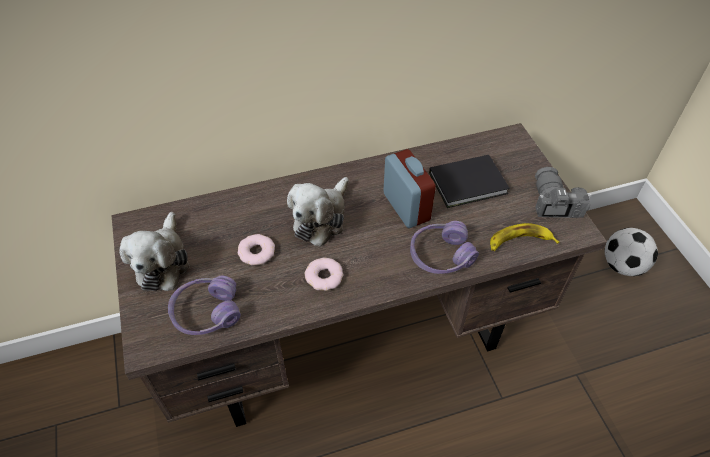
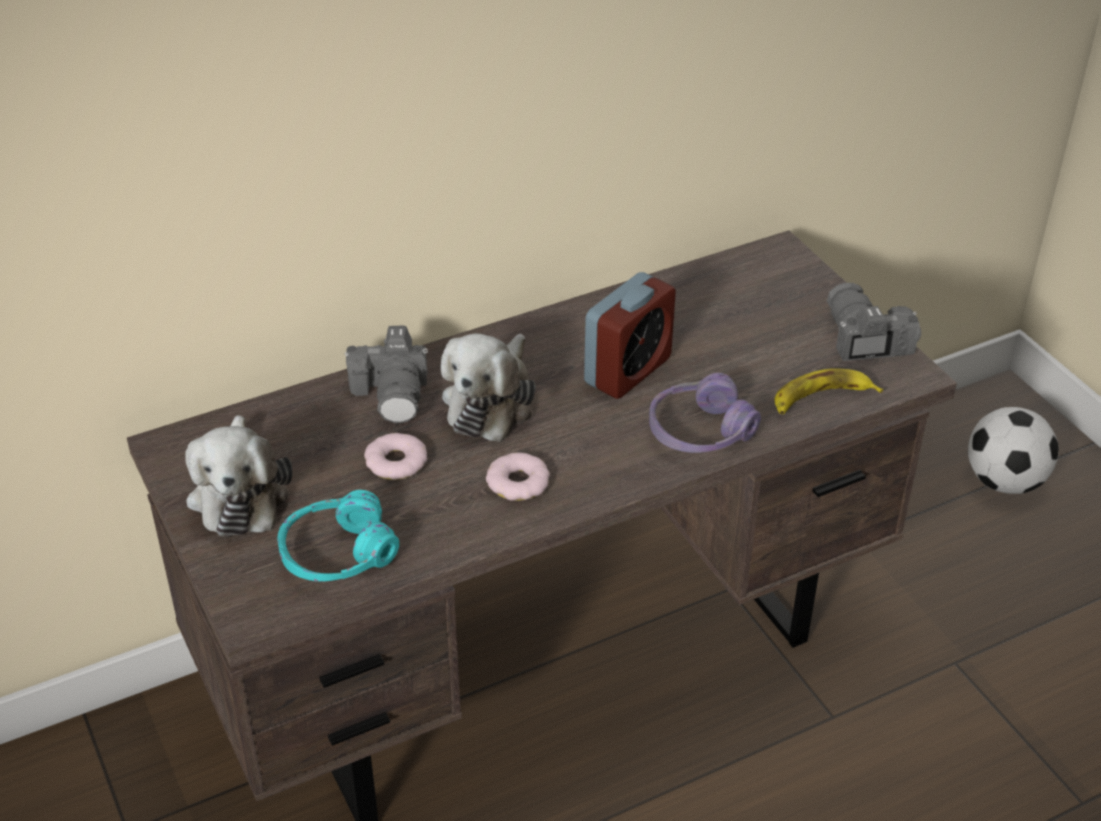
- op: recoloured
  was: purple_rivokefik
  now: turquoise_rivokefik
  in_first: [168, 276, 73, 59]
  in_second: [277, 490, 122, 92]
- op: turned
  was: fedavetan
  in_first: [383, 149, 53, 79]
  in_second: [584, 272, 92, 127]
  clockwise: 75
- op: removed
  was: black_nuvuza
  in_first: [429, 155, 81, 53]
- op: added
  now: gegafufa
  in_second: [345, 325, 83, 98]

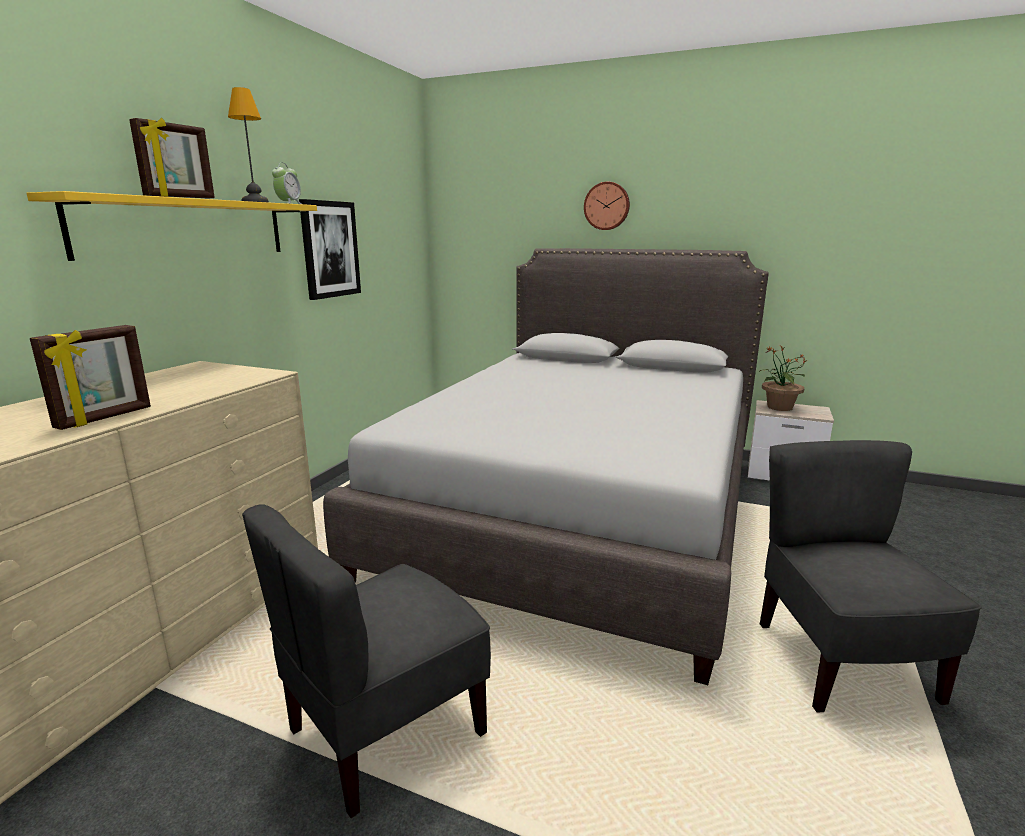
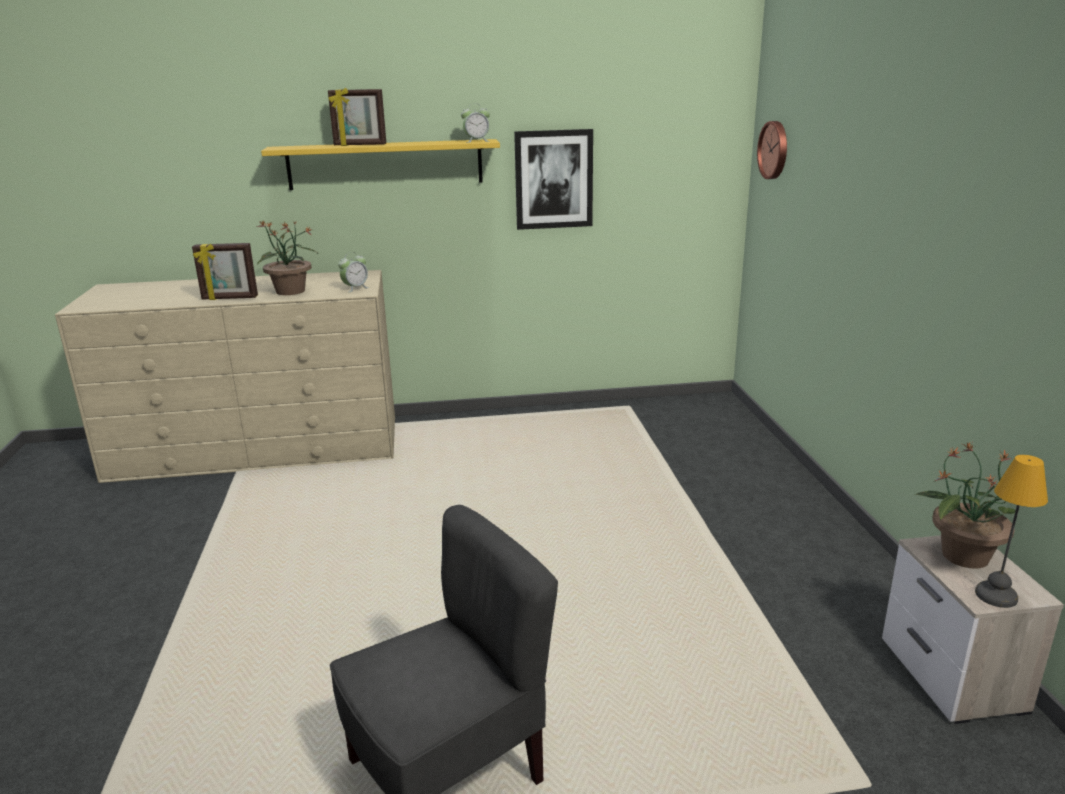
- op: moved
  was: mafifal
  in_first: [228, 87, 41, 115]
  in_second: [975, 455, 73, 153]
- op: removed
  was: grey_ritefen
  in_first: [242, 504, 249, 314]
- op: removed
  was: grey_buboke
  in_first: [323, 248, 446, 437]
- op: moved
  was: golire
  in_first: [584, 182, 46, 48]
  in_second: [757, 121, 30, 58]
- op: added
  now: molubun
  in_second: [256, 221, 61, 74]
- op: added
  now: fedavetan
  in_second: [338, 252, 32, 40]

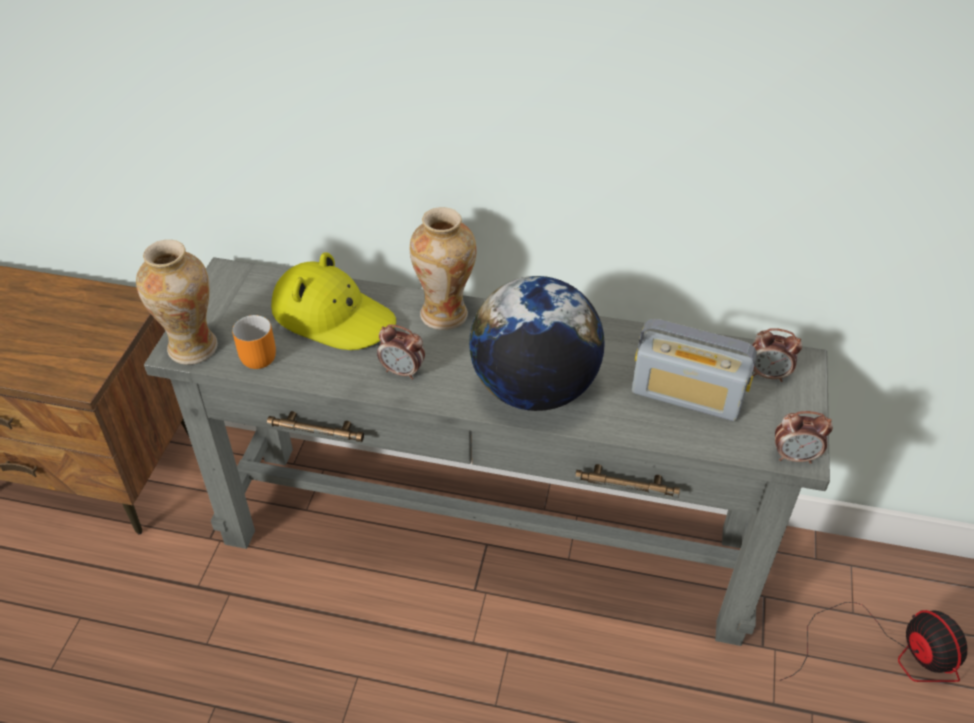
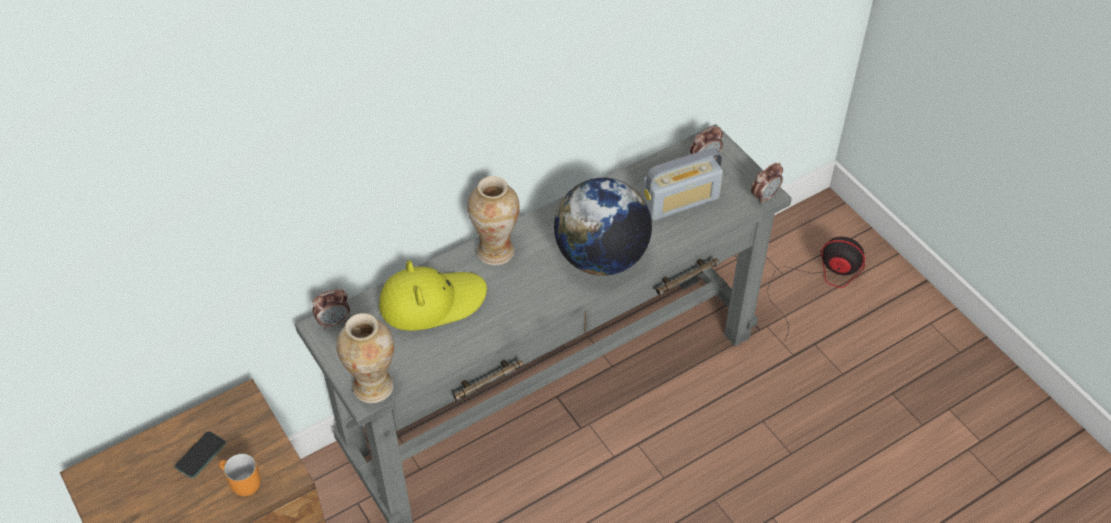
- op: moved
  was: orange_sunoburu
  in_first: [232, 315, 44, 54]
  in_second: [219, 454, 42, 42]
- op: moved
  was: fedavetan
  in_first: [377, 324, 48, 56]
  in_second: [312, 289, 38, 40]
- op: added
  now: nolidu
  in_second: [175, 431, 51, 47]

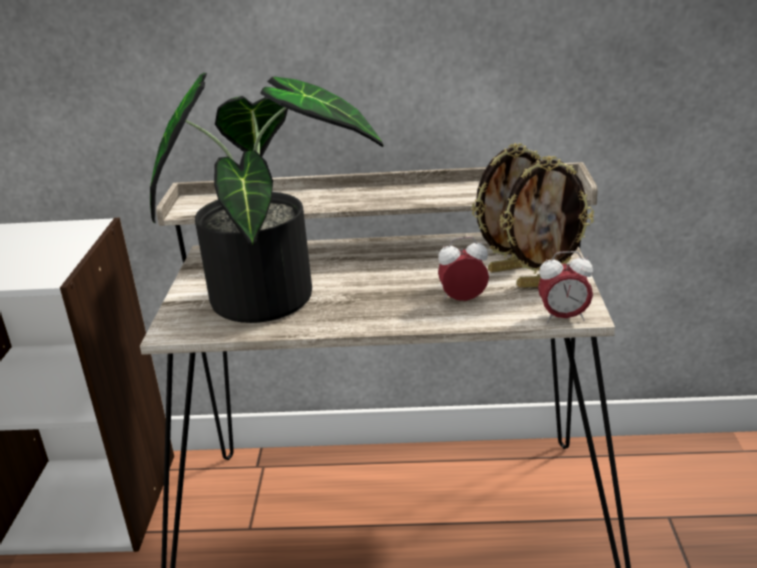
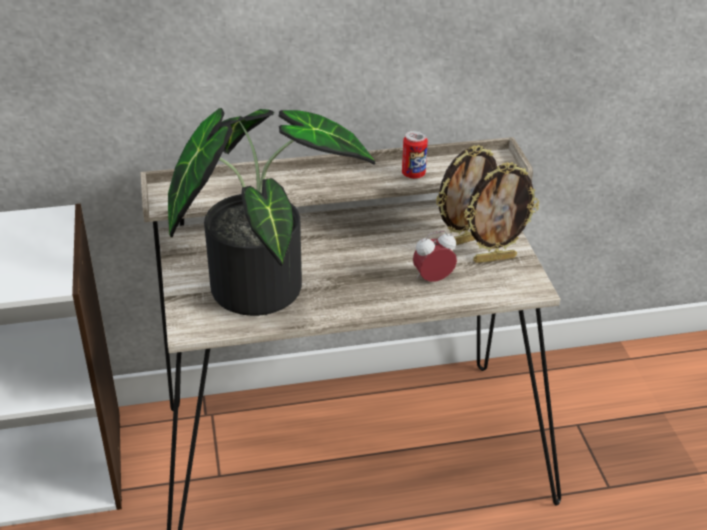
- op: removed
  was: fedavetan
  in_first: [538, 251, 55, 72]
- op: added
  now: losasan
  in_second: [402, 131, 26, 48]

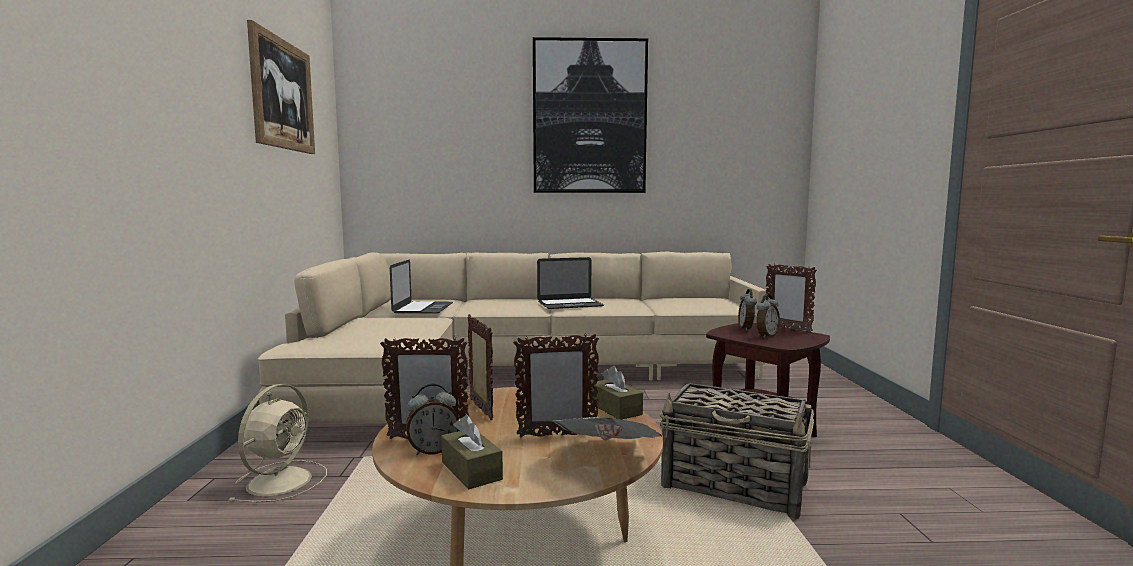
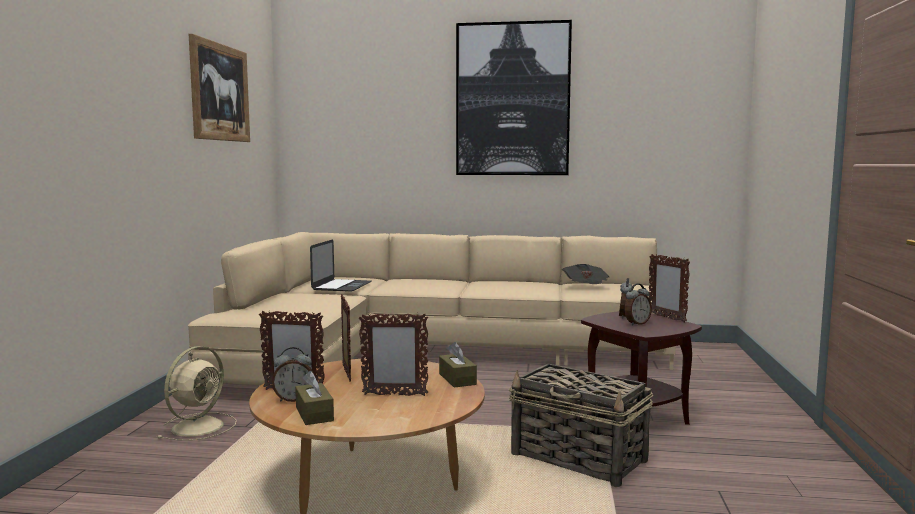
- op: removed
  was: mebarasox
  in_first: [537, 257, 67, 52]
- op: moved
  was: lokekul
  in_first: [552, 417, 110, 23]
  in_second: [562, 264, 47, 20]

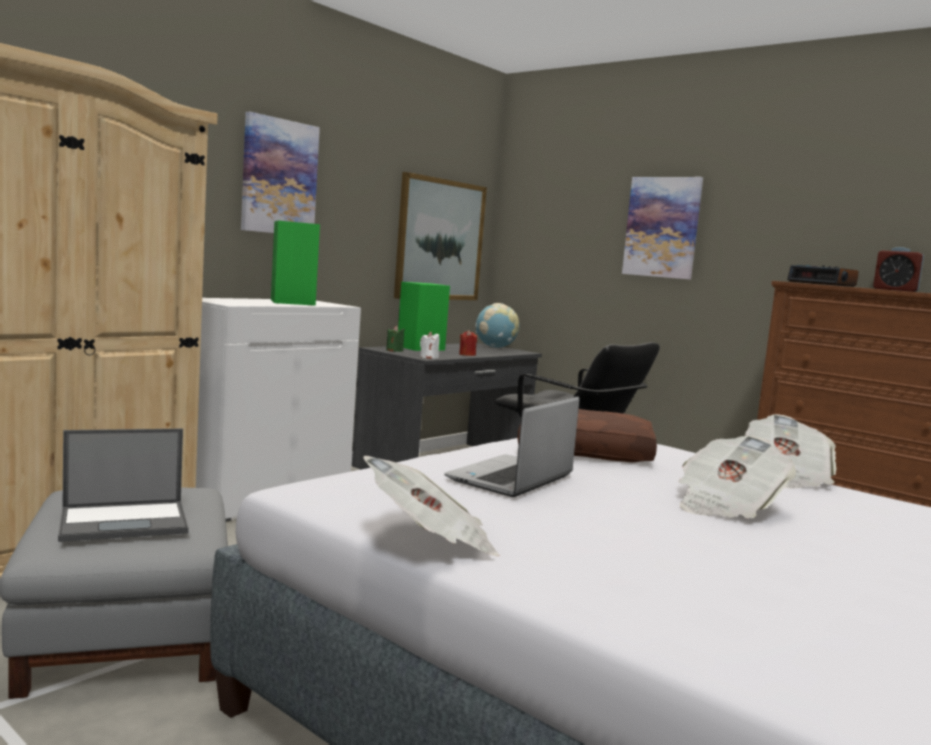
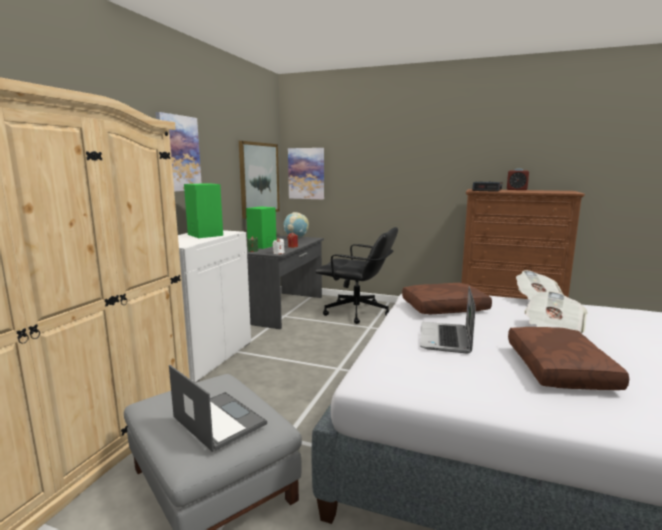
- op: turned
  was: mebarasox
  in_first: [58, 429, 131, 113]
  in_second: [169, 365, 98, 87]
  clockwise: -90
- op: removed
  was: lokekul
  in_first: [364, 456, 136, 100]
- op: moved
  was: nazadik
  in_first: [622, 177, 81, 103]
  in_second: [288, 148, 36, 51]
- op: added
  now: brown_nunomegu
  in_second: [508, 327, 121, 63]

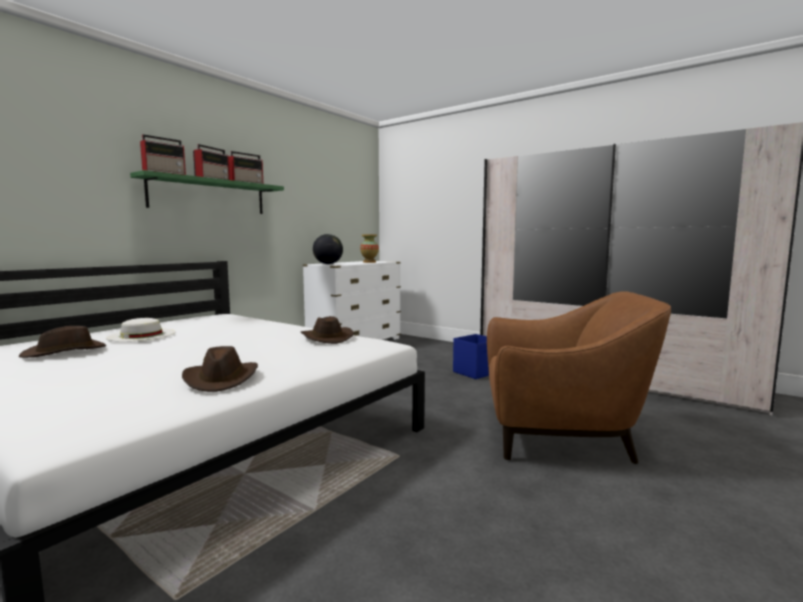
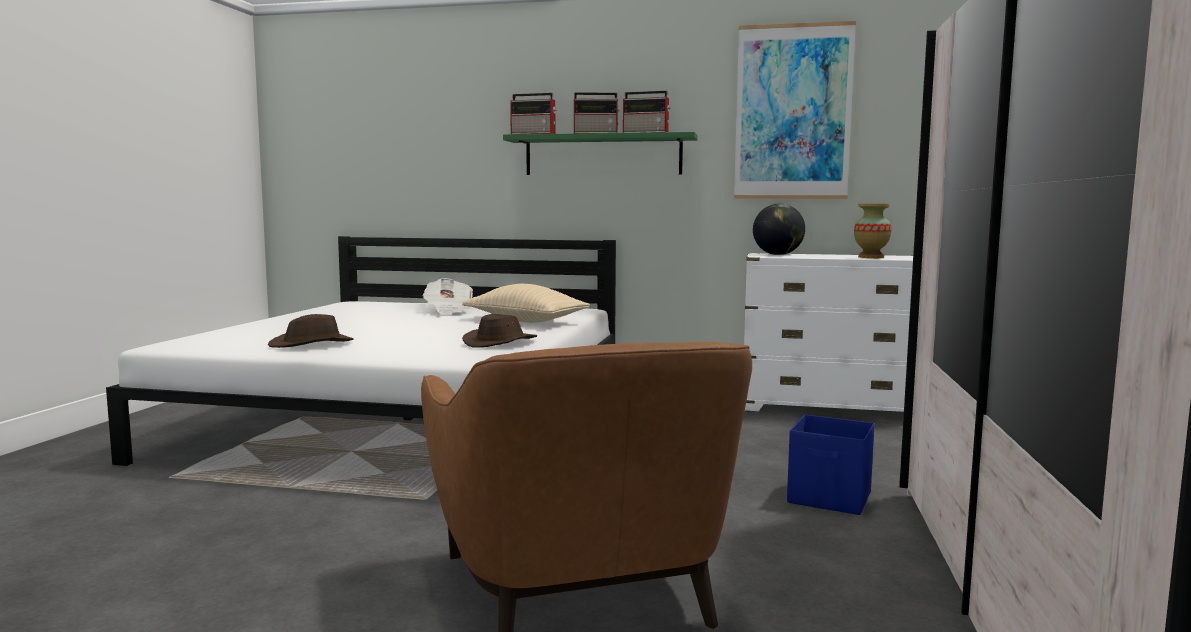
- op: removed
  was: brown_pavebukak
  in_first: [19, 326, 87, 32]
- op: replaced
  was: white_pavebukak
  now: lokekul
  in_first: [106, 318, 70, 24]
  in_second: [423, 278, 50, 36]
- op: added
  now: beige_nunomegu
  in_second: [462, 284, 128, 39]
- op: added
  now: nazadik
  in_second: [734, 21, 122, 178]

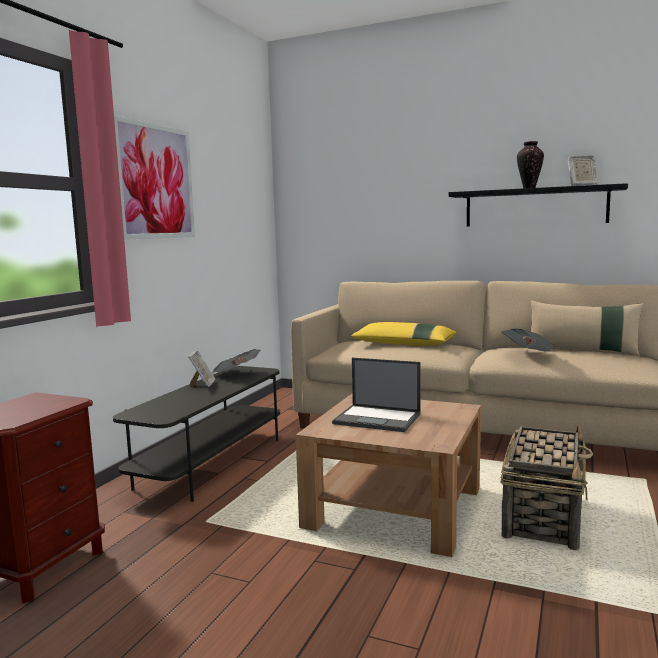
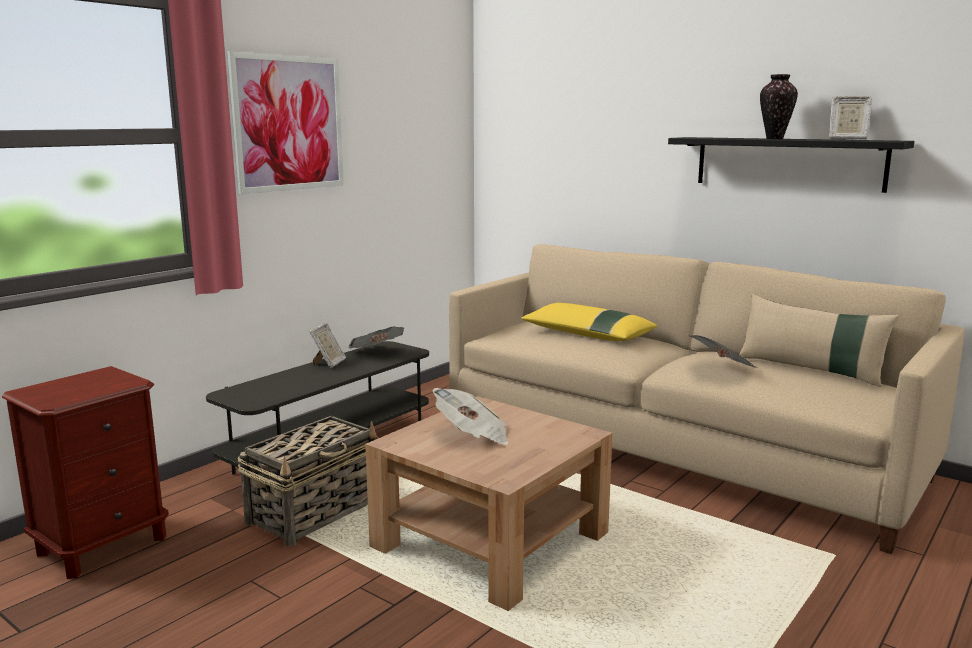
- op: replaced
  was: mebarasox
  now: lokekul
  in_first: [332, 358, 88, 74]
  in_second: [433, 388, 75, 57]
- op: moved
  was: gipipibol
  in_first: [500, 425, 93, 125]
  in_second: [238, 416, 141, 131]

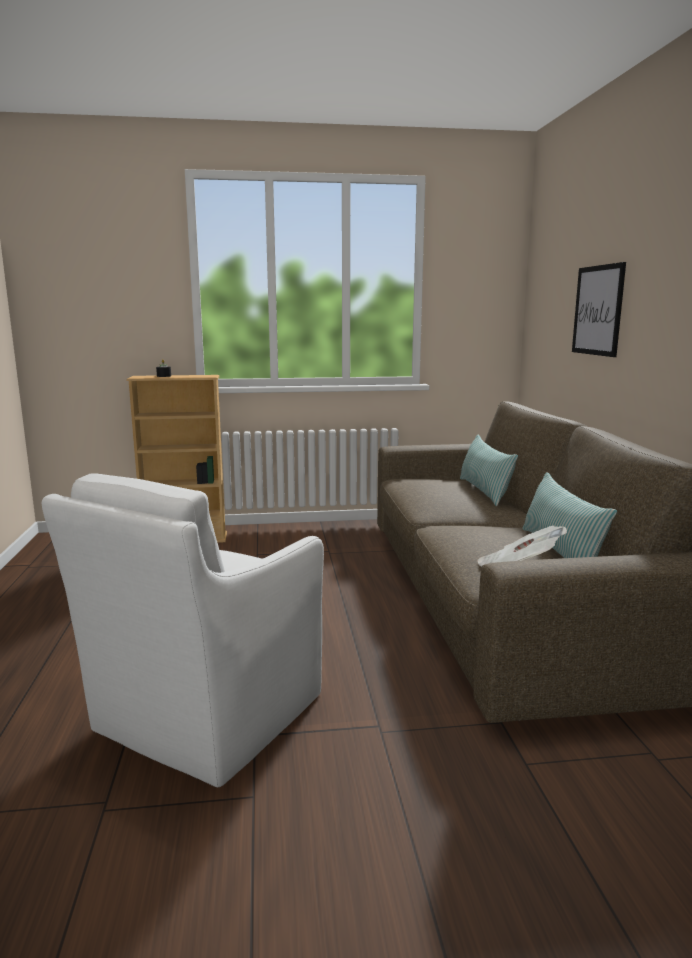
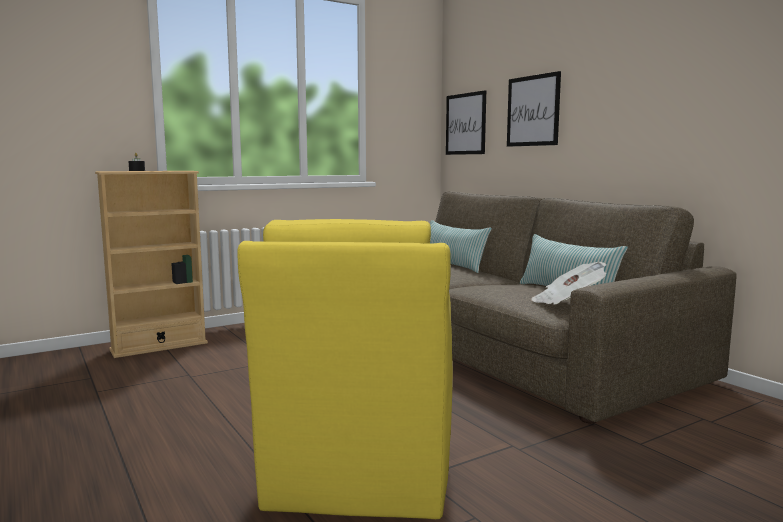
- op: recoloured
  was: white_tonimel
  now: yellow_tonimel
  in_first: [42, 473, 282, 314]
  in_second: [237, 219, 216, 300]
- op: added
  now: nazadik
  in_second: [446, 90, 40, 65]

